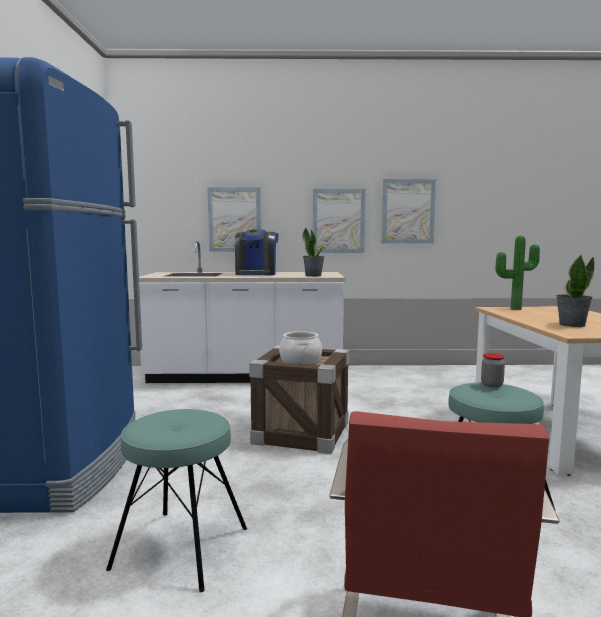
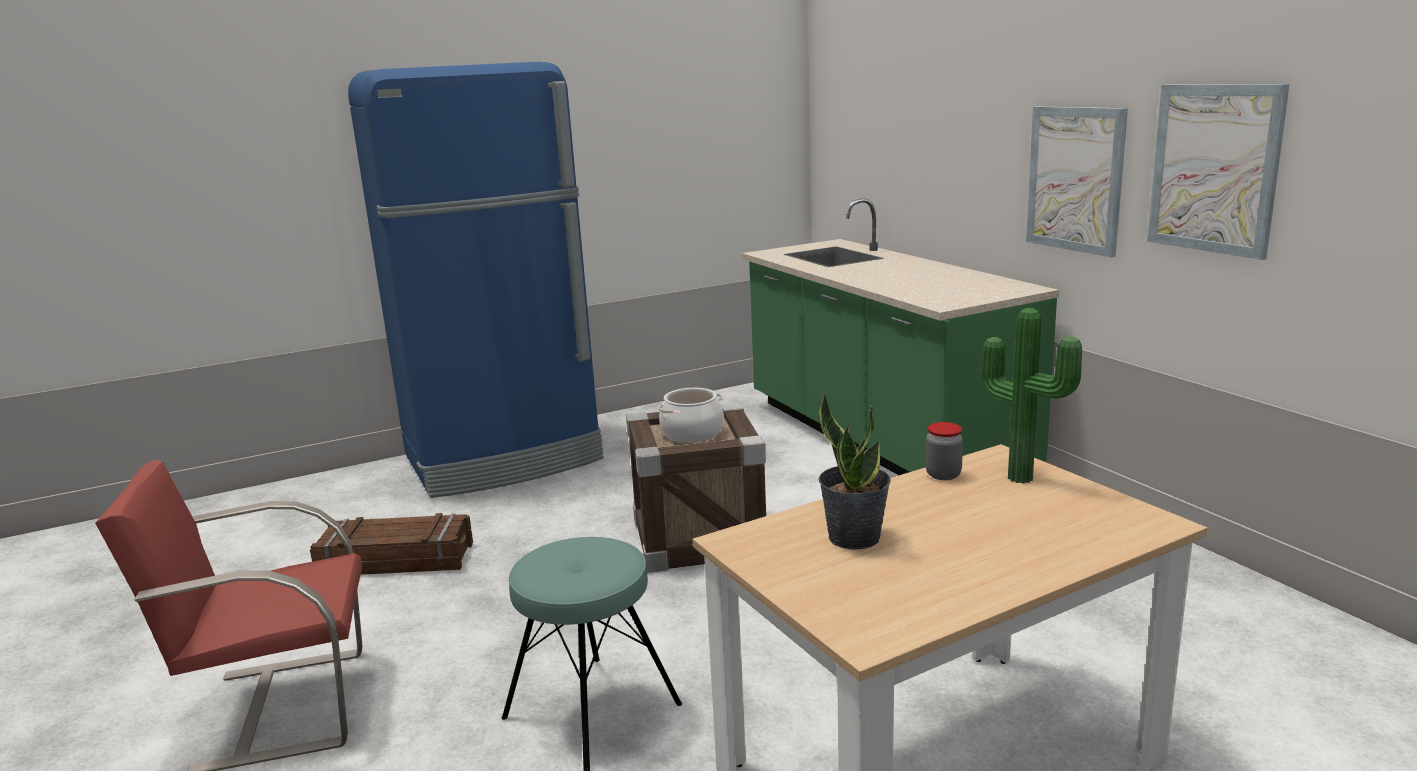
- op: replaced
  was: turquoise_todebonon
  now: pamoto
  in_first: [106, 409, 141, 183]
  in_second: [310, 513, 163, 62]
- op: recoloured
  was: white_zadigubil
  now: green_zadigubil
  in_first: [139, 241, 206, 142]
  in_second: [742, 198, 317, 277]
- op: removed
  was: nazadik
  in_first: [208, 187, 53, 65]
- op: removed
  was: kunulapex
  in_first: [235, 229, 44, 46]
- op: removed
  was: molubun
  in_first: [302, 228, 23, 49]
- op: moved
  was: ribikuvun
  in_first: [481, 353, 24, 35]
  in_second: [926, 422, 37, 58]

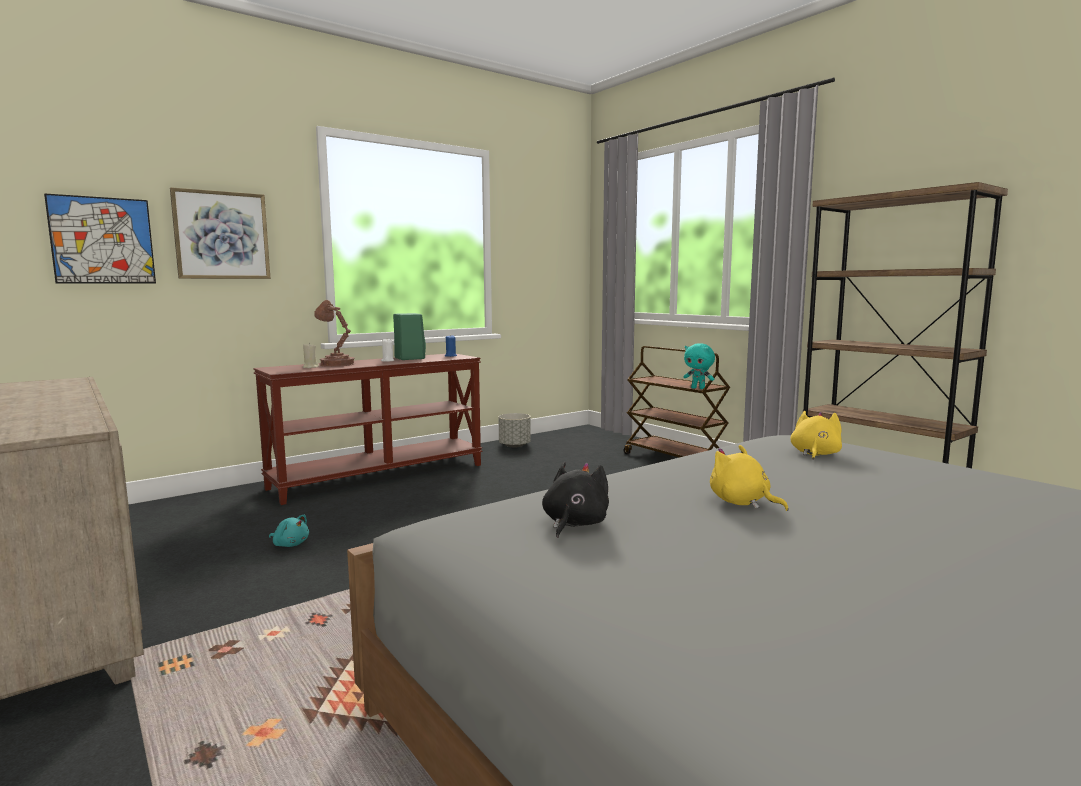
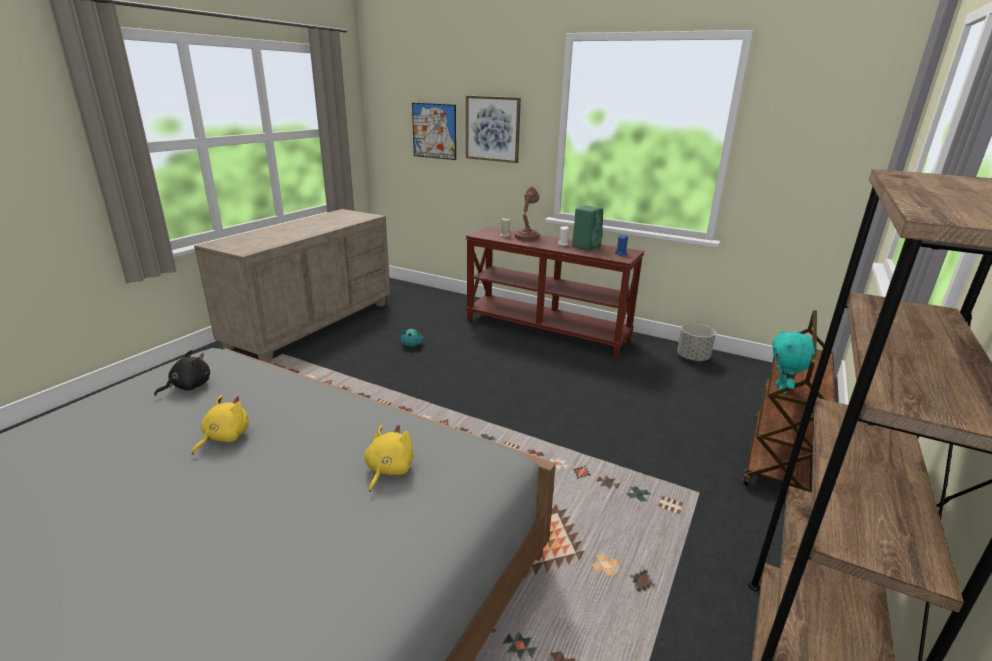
- op: turned
  was: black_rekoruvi
  in_first: [542, 462, 67, 76]
  in_second: [154, 350, 56, 46]
  clockwise: -45
- op: turned
  was: yellow_rekoruvi
  in_first: [790, 411, 52, 49]
  in_second: [364, 424, 50, 68]
  clockwise: -75

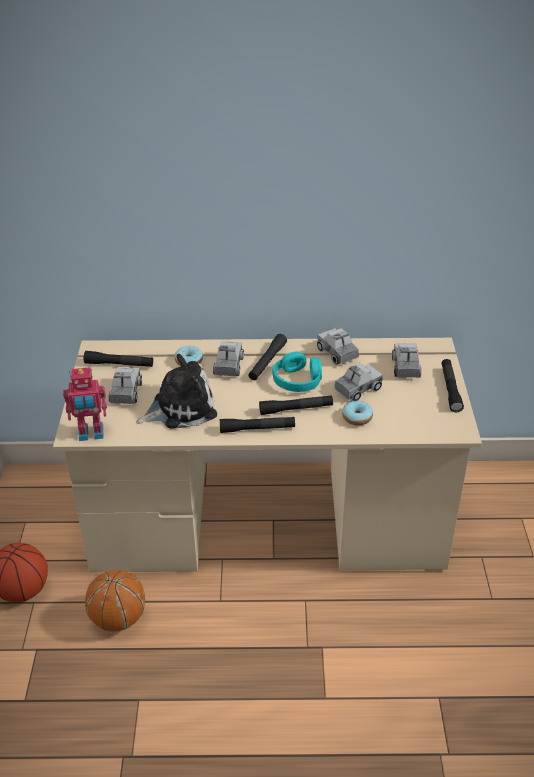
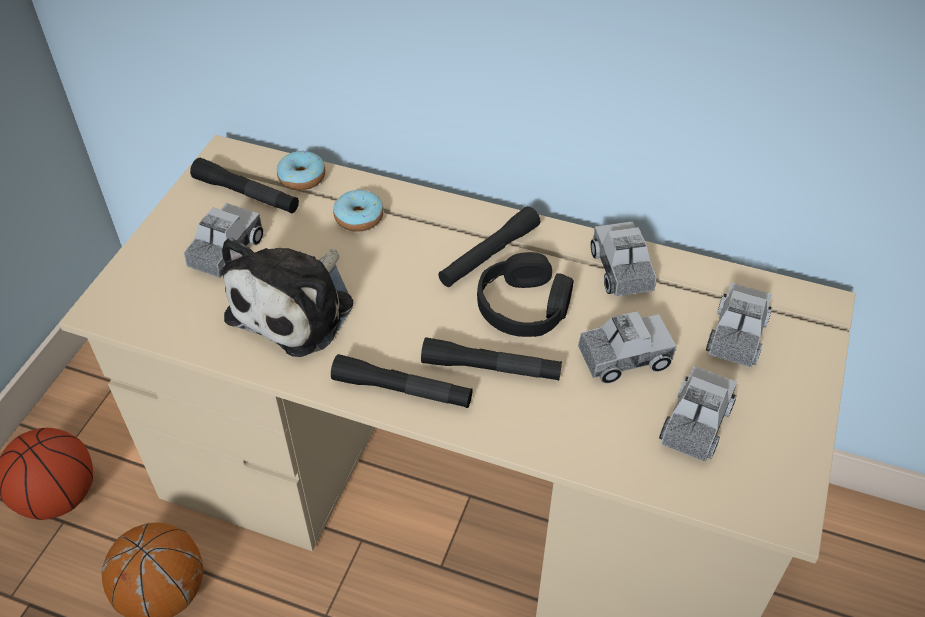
- op: removed
  was: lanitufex
  in_first: [63, 367, 44, 74]
- op: turned
  was: rekoruvi
  in_first: [136, 354, 81, 75]
  in_second: [222, 237, 131, 120]
  clockwise: 120
- op: moved
  was: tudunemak
  in_first: [213, 341, 31, 35]
  in_second: [659, 366, 78, 96]
- op: recoloured
  was: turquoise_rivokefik
  now: black_rivokefik
  in_first: [272, 352, 50, 40]
  in_second: [477, 252, 96, 85]
- op: moved
  was: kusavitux
  in_first: [342, 401, 31, 24]
  in_second: [277, 151, 48, 39]
- op: removed
  was: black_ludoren
  in_first: [441, 359, 23, 53]

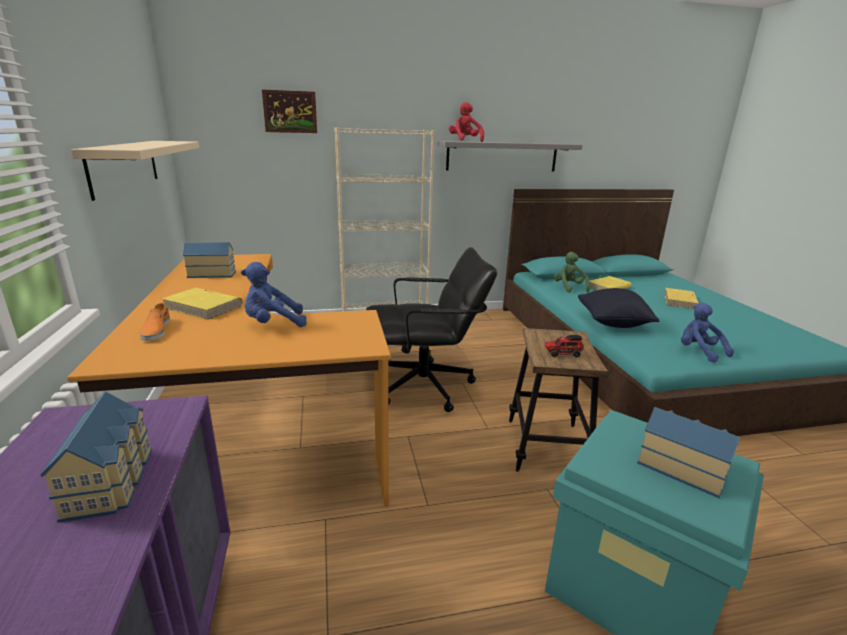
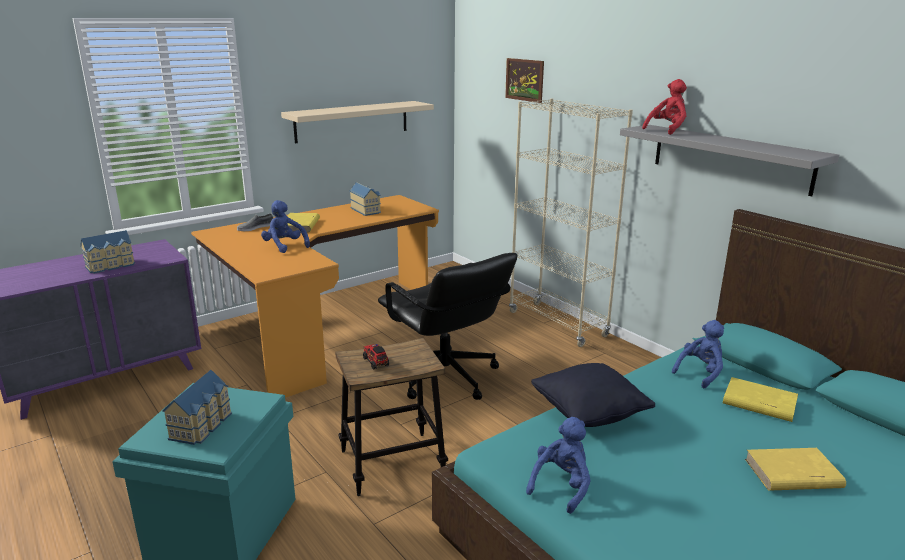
- op: recoloured
  was: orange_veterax
  now: grey_veterax
  in_first: [140, 303, 30, 38]
  in_second: [237, 214, 36, 17]
- op: recoloured
  was: green_rekoruvi
  now: blue_rekoruvi
  in_first: [554, 252, 36, 40]
  in_second: [672, 320, 52, 68]

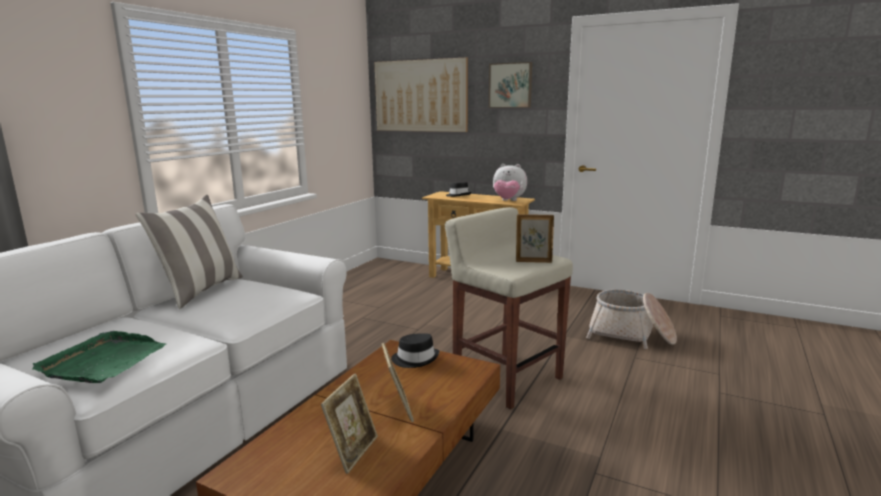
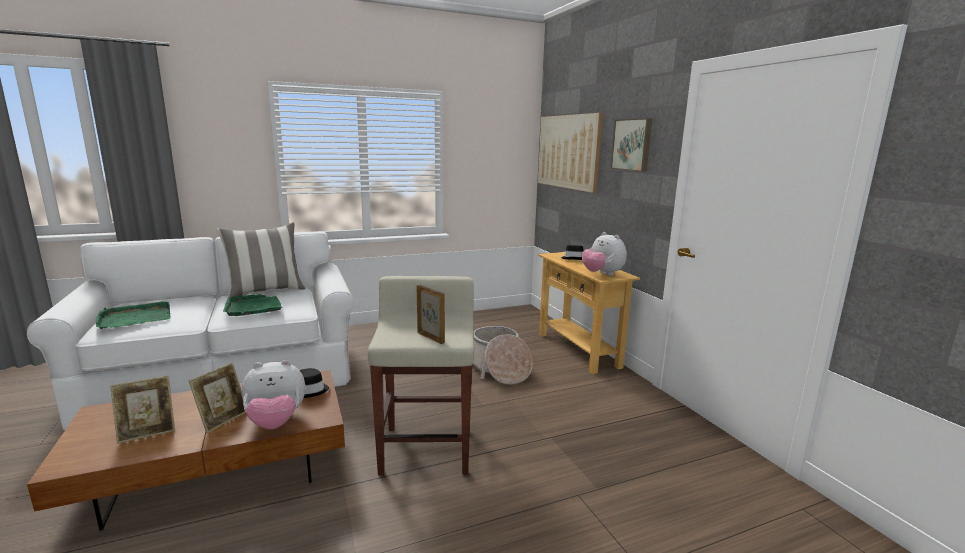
- op: moved
  was: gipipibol
  in_first: [586, 289, 91, 60]
  in_second: [473, 326, 60, 59]
- op: added
  now: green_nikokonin
  in_second: [223, 294, 59, 22]
- op: added
  now: rekoruvi
  in_second: [242, 360, 63, 69]

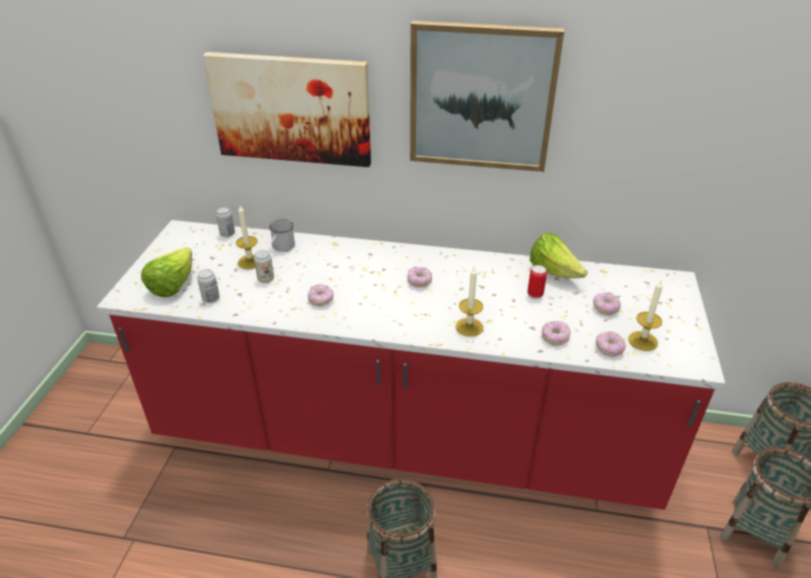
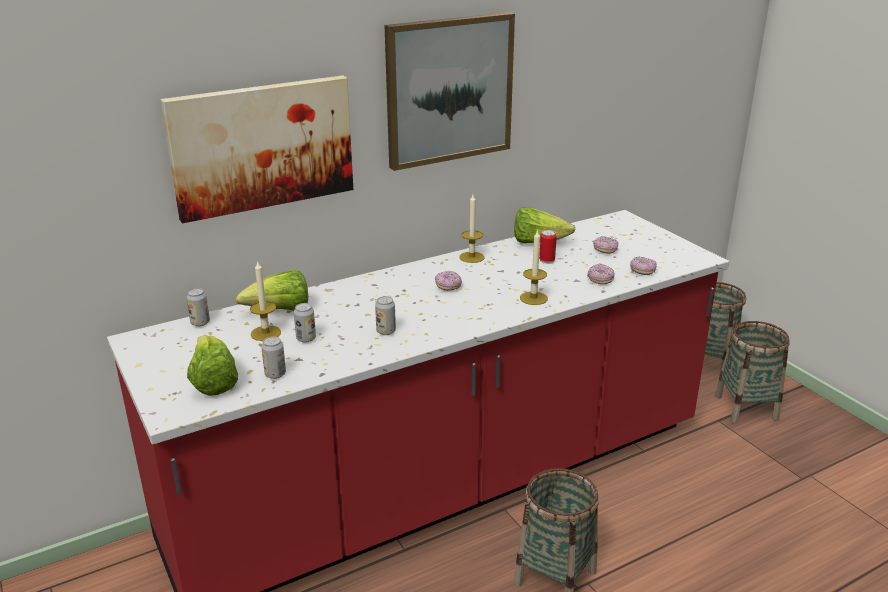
- op: replaced
  was: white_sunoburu
  now: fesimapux
  in_first: [269, 220, 26, 32]
  in_second: [236, 270, 72, 41]
- op: replaced
  was: kusavitux
  now: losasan
  in_first: [308, 284, 26, 22]
  in_second: [375, 296, 21, 39]
- op: moved
  was: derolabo
  in_first: [628, 281, 35, 70]
  in_second: [459, 194, 26, 69]

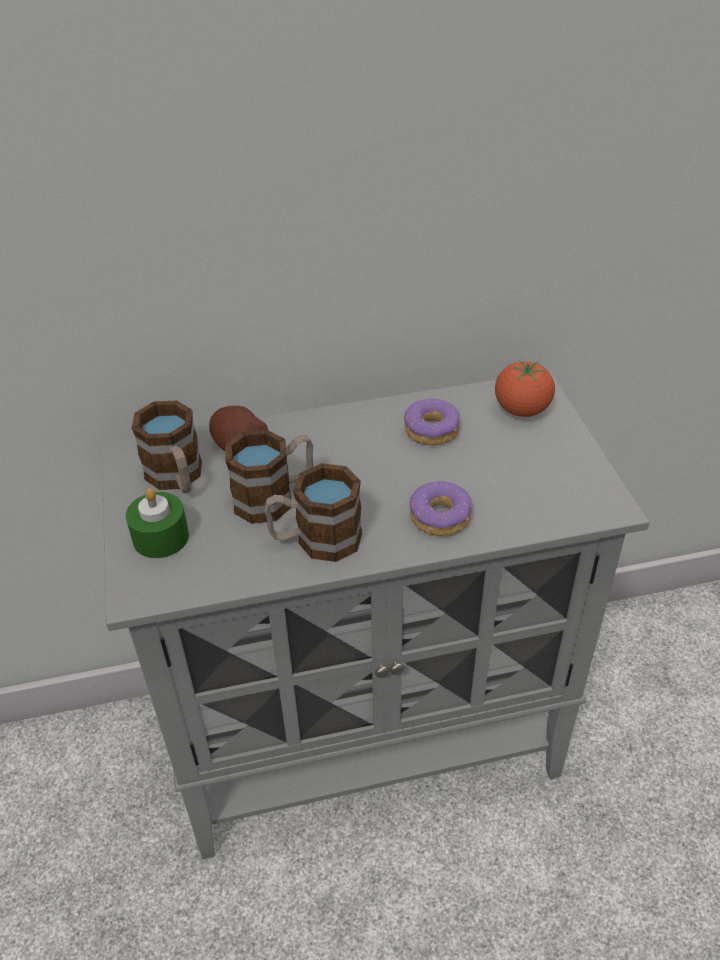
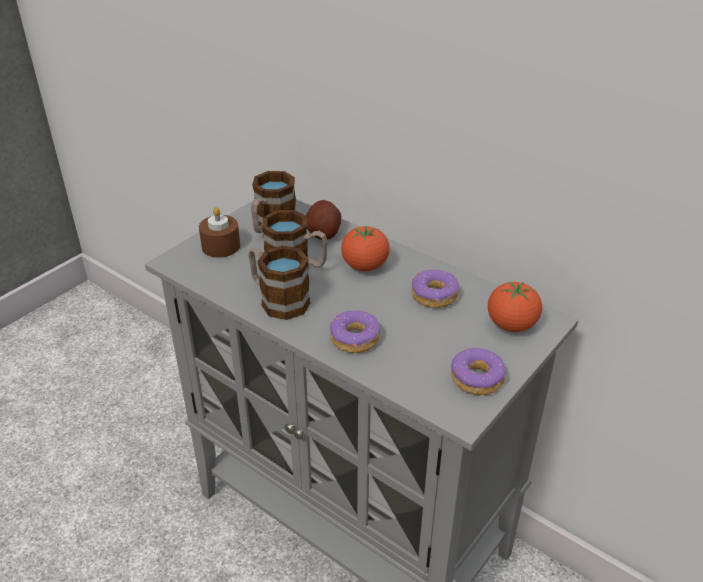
- op: recoloured
  was: green_derolabo
  now: brown_derolabo
  in_first: [126, 488, 63, 70]
  in_second: [199, 207, 41, 51]
- op: added
  now: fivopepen
  in_second: [341, 225, 49, 46]
- op: added
  now: kusavitux
  in_second: [451, 348, 55, 47]

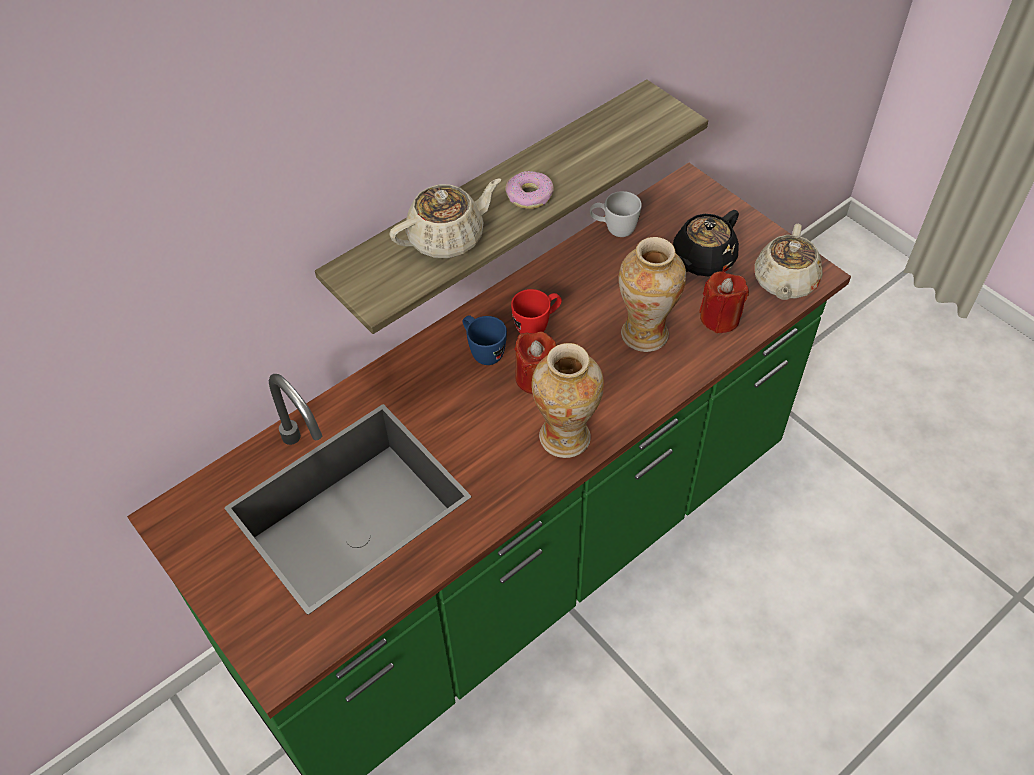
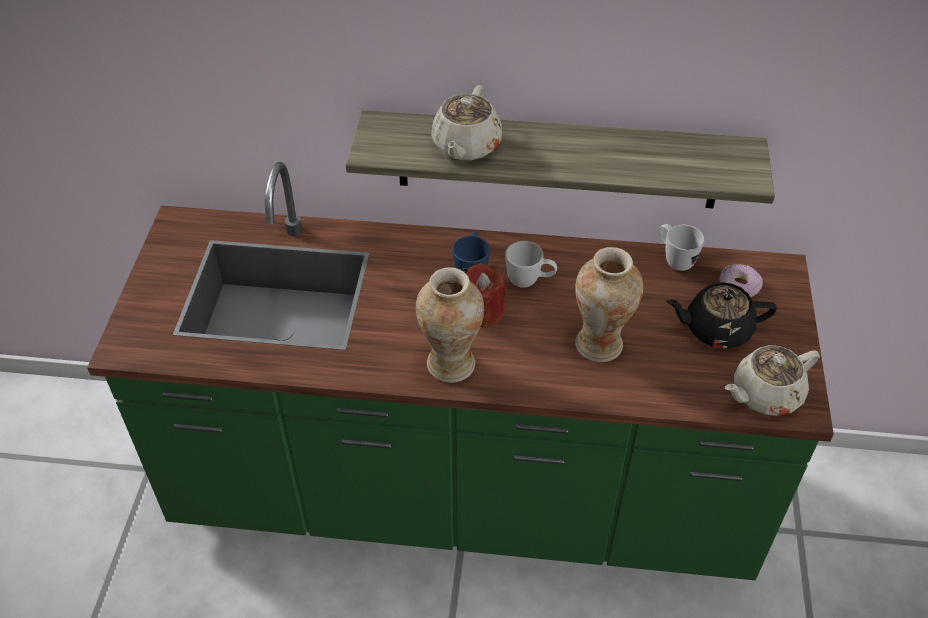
- op: turned
  was: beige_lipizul
  in_first: [389, 178, 112, 80]
  in_second: [431, 85, 71, 75]
  clockwise: 90
- op: moved
  was: kusavitux
  in_first: [505, 171, 49, 38]
  in_second: [719, 264, 44, 33]
- op: recoloured
  was: red_sunoburu
  now: white_sunoburu
  in_first: [511, 289, 51, 45]
  in_second: [505, 241, 52, 47]
- op: removed
  was: red_derolabo
  in_first: [699, 271, 50, 62]

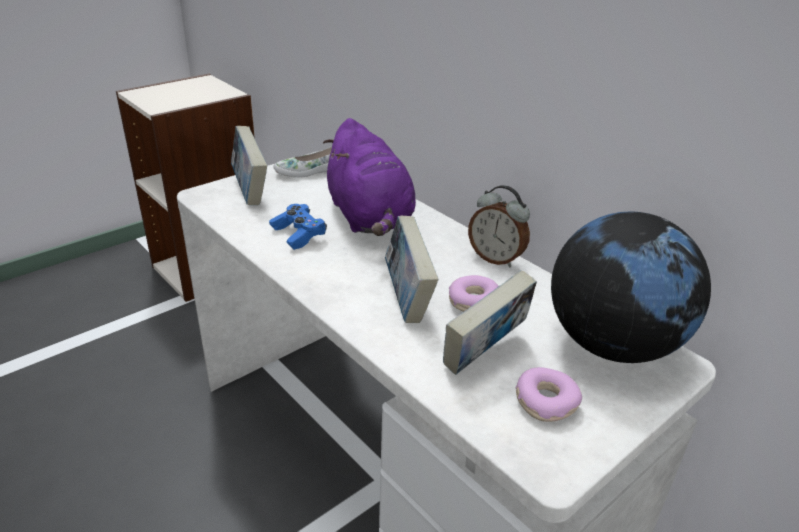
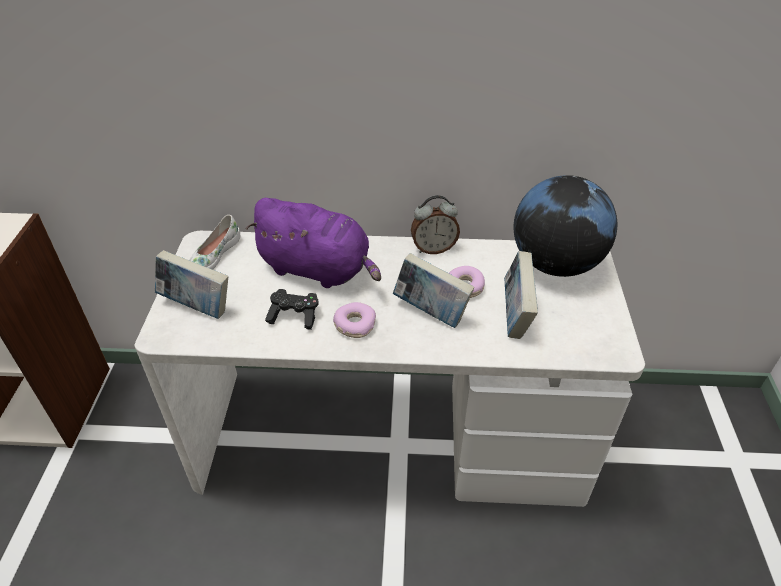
- op: recoloured
  was: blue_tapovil
  now: black_tapovil
  in_first: [269, 204, 58, 46]
  in_second: [265, 289, 54, 41]
- op: moved
  was: kusavitux
  in_first: [516, 367, 66, 55]
  in_second: [333, 302, 43, 36]

